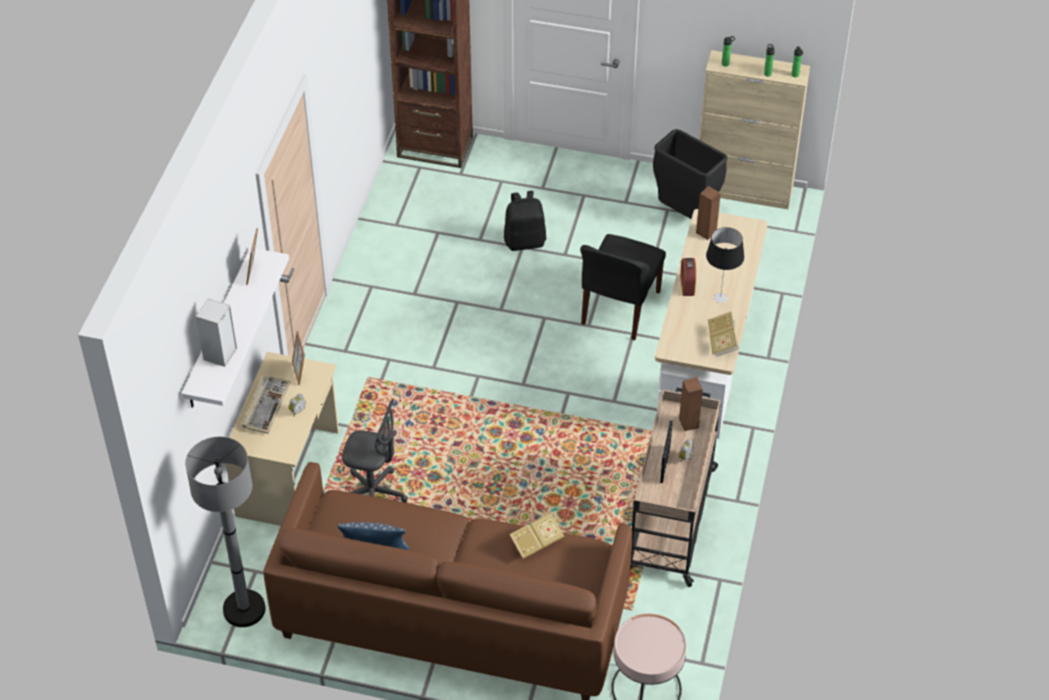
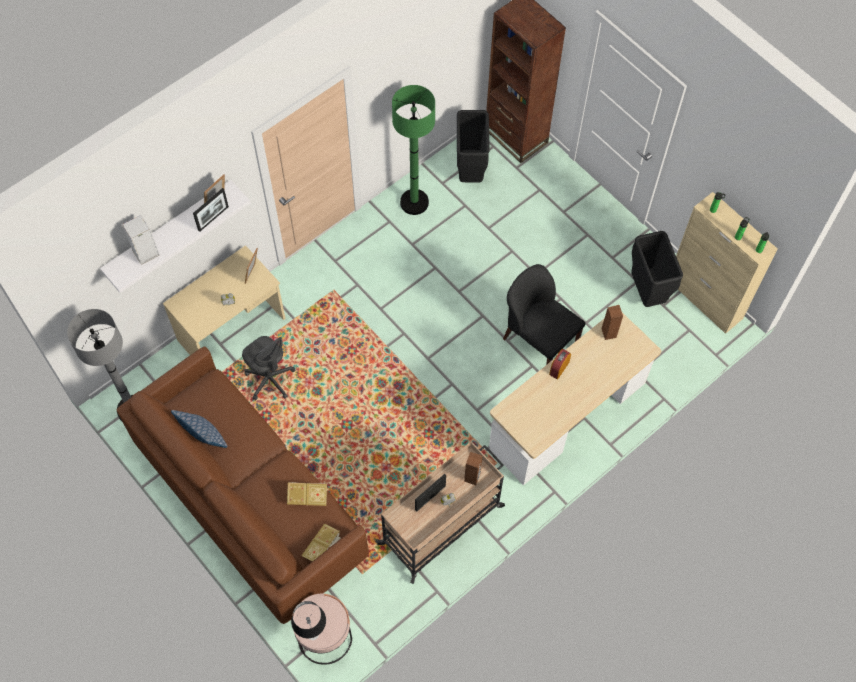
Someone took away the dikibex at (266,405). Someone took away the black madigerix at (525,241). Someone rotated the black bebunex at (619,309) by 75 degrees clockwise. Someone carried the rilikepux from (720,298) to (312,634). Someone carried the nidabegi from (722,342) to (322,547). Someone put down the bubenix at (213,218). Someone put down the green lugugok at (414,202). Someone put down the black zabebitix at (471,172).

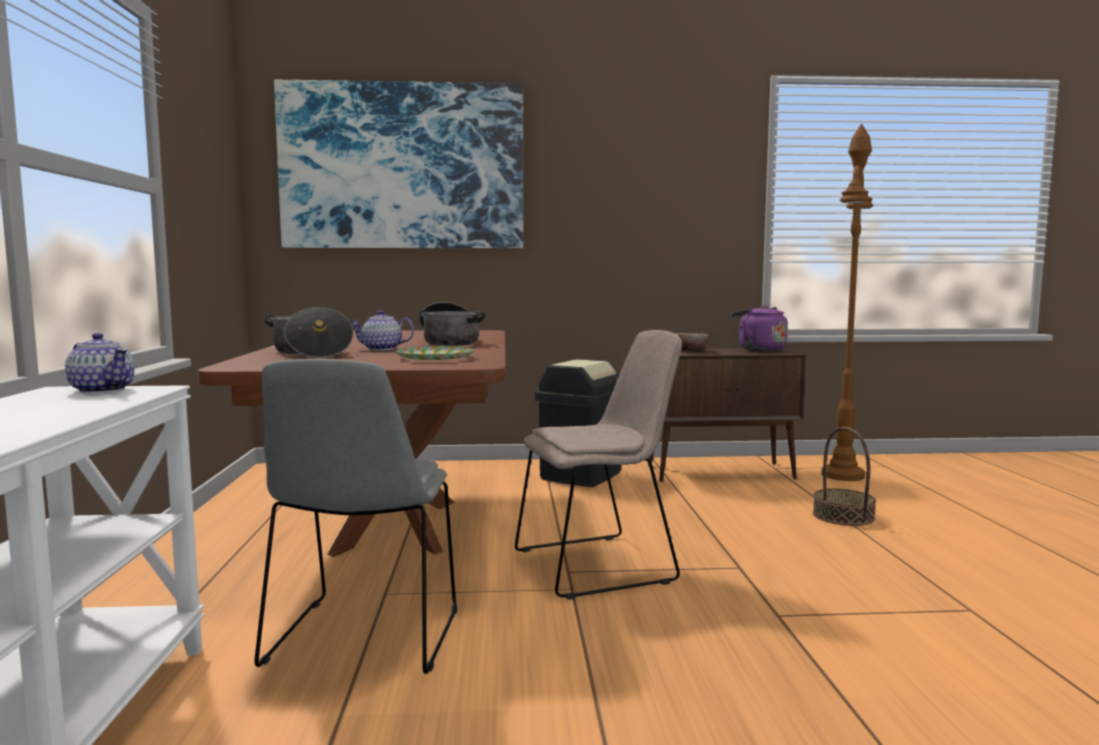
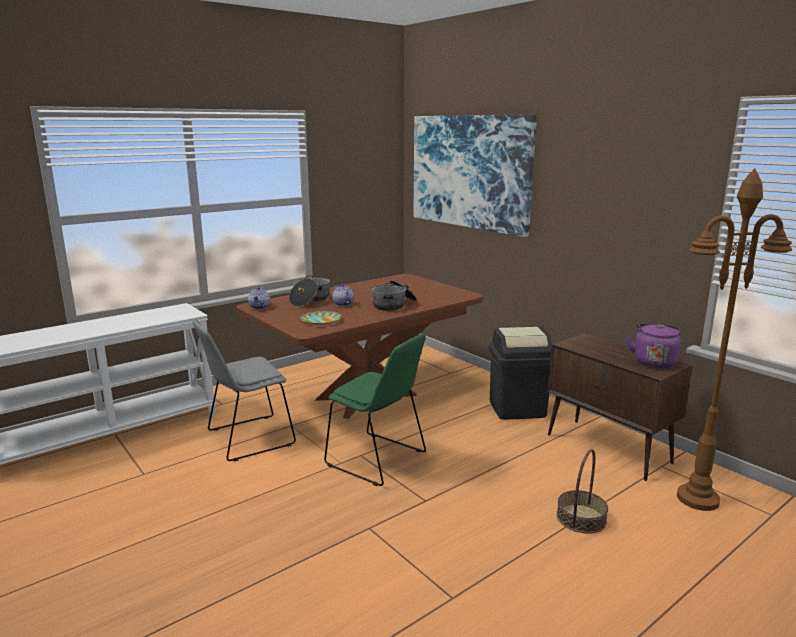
Someone carried the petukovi from (102,390) to (260,307). Someone repainted the beige bebunex at (599,565), which became the green bebunex at (378,460). Someone took away the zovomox at (689,351).

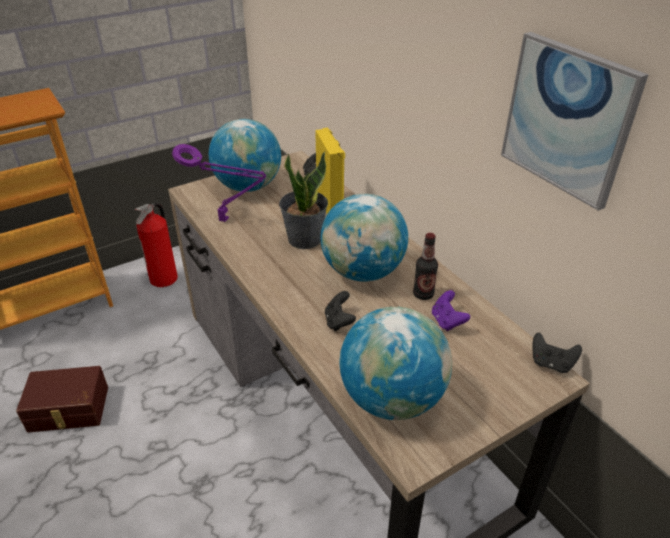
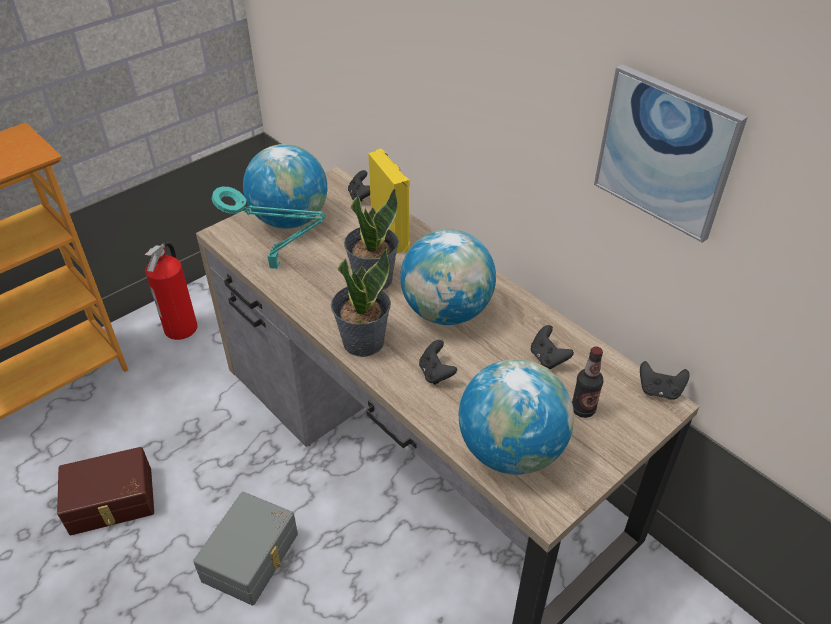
Someone repainted the purple rilikepux at (227,220), which became the turquoise rilikepux at (278,266). Someone carried the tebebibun from (423,294) to (583,409). Someone repainted the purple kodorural at (447,321), which became the black kodorural at (548,358). Someone put down the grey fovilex at (252,557). Someone put down the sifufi at (362,341).

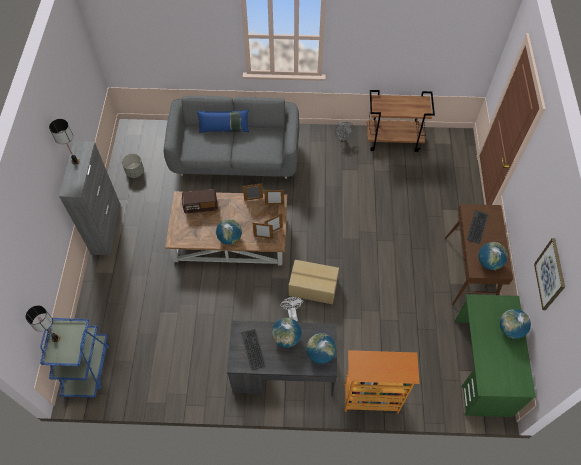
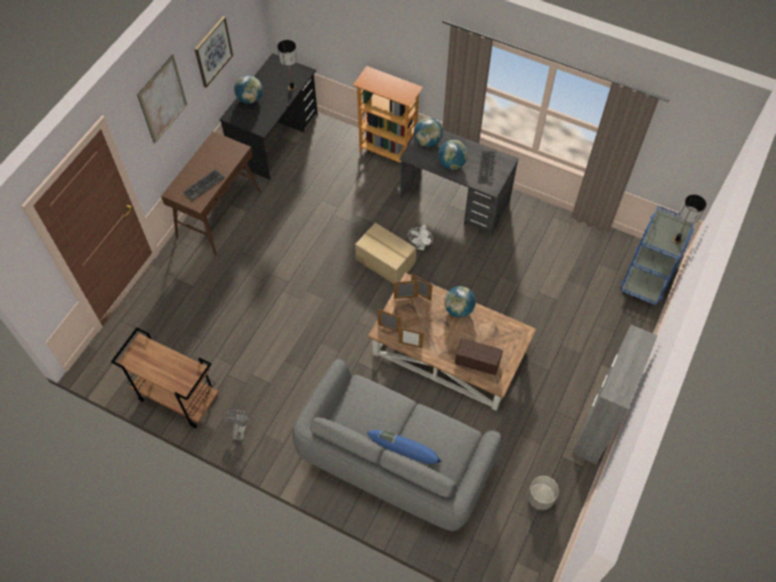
Someone carried the rilikepux from (75,161) to (292,87). Someone repainted the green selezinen at (481,367), which became the black selezinen at (275,138). Someone took away the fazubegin at (489,262). Someone put up the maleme at (162,99).

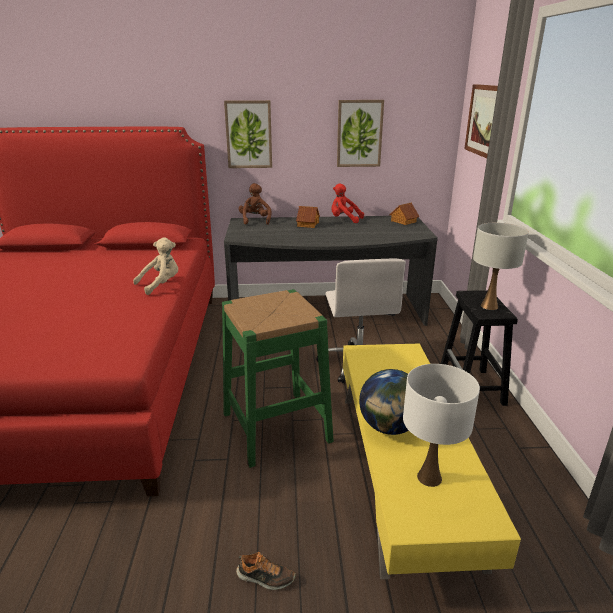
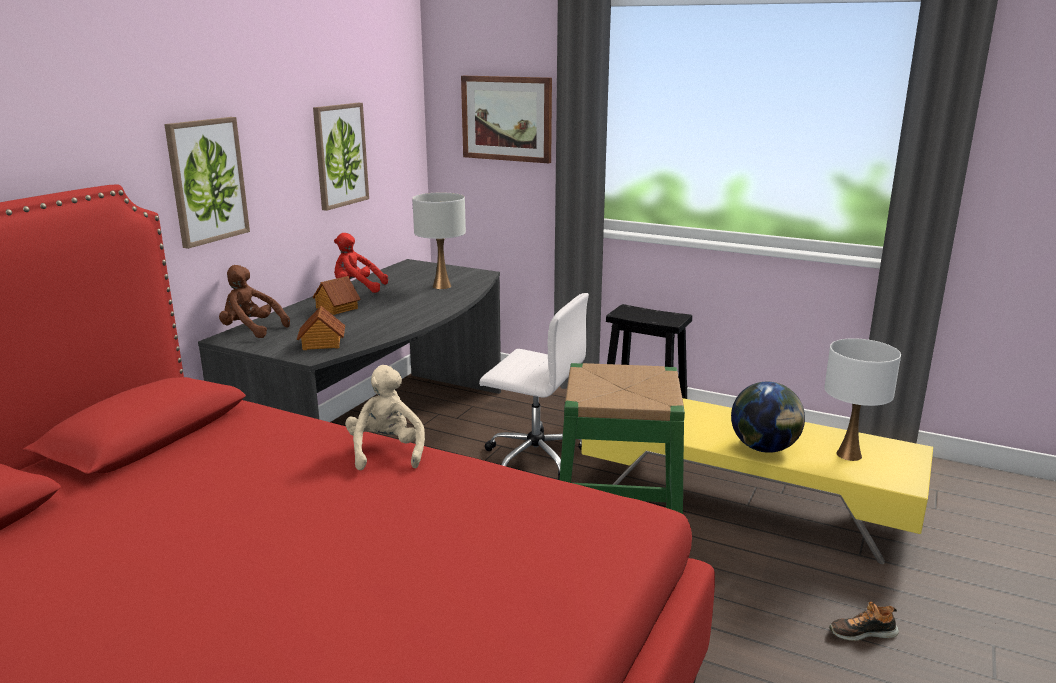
Someone rotated the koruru at (265,577) by 135 degrees counterclockwise. Someone rotated the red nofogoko at (344,220) by 45 degrees clockwise. Someone carried the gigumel from (403,221) to (322,343). Someone carried the white rilikepux from (489,306) to (442,286).

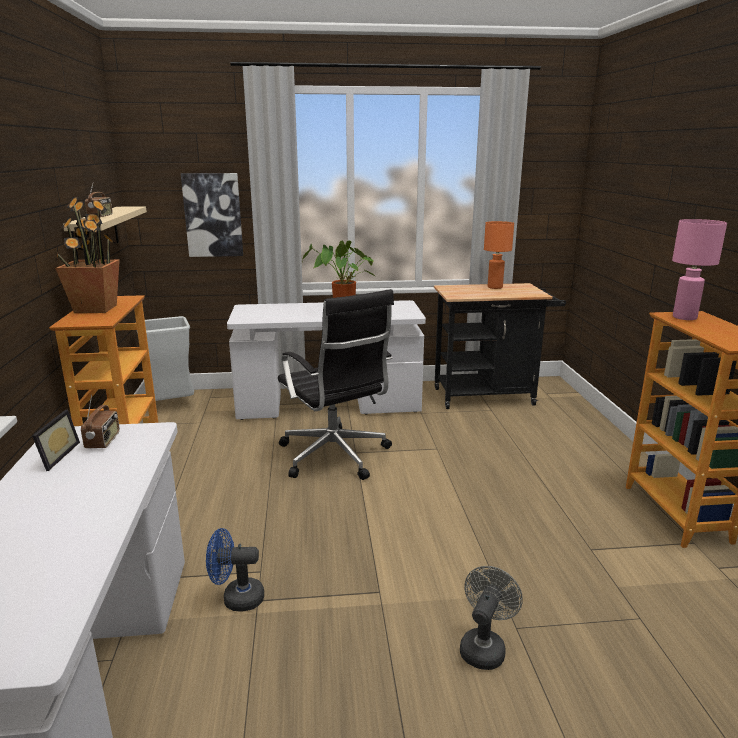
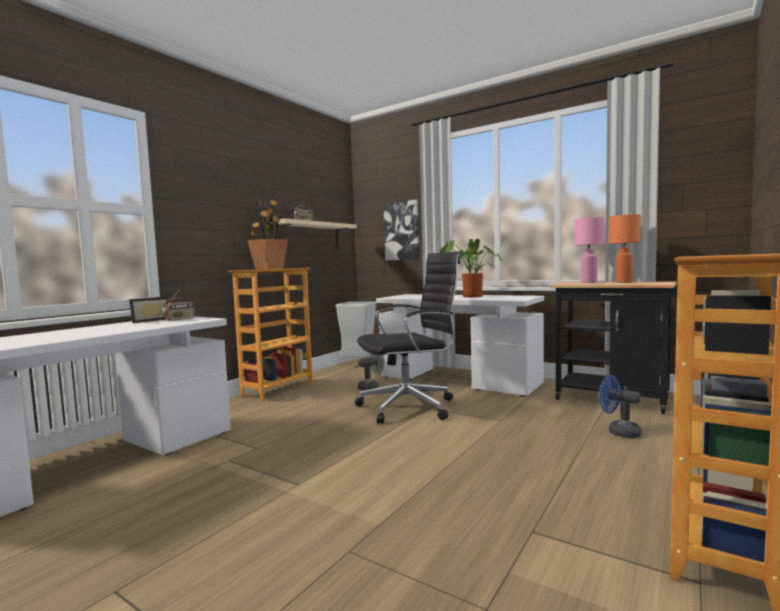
Someone carried the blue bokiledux from (236,598) to (618,432). Someone rotated the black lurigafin at (335,456) by 120 degrees counterclockwise. Someone carried the grey bokiledux from (484,647) to (371,387). Someone carried the pink rilikepux from (685,317) to (588,282).

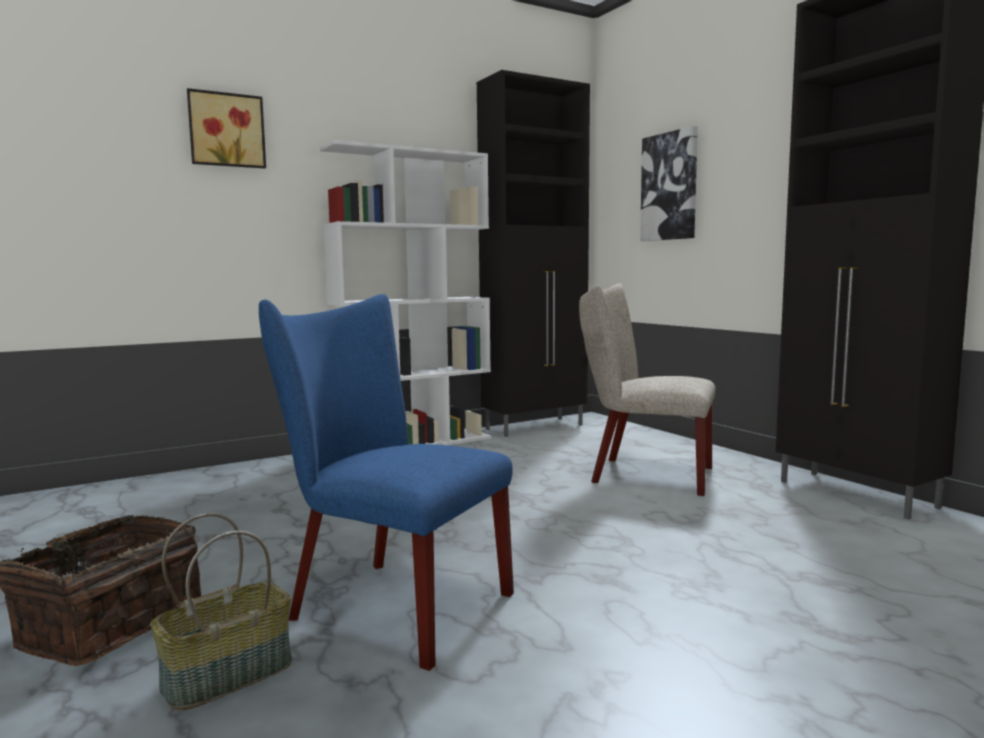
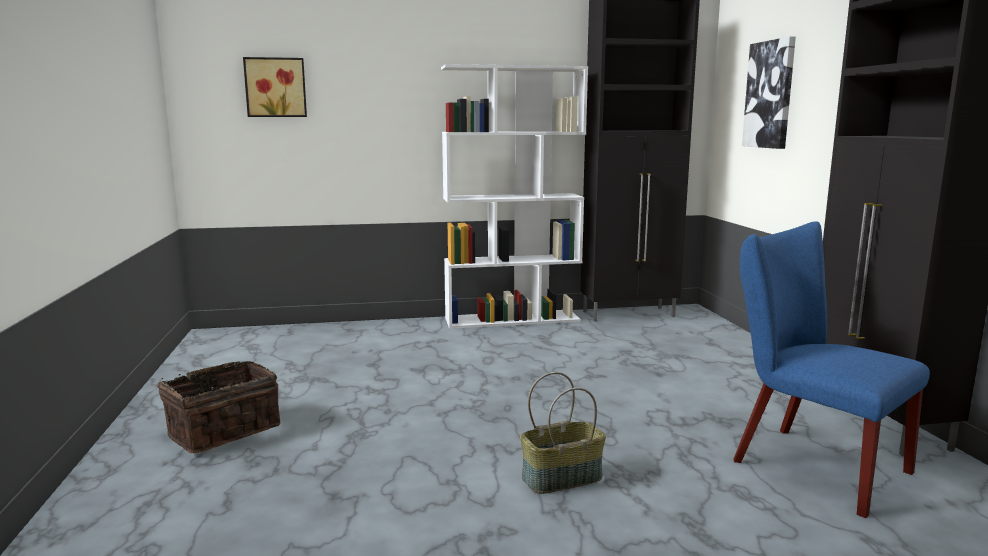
Someone carried the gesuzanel from (228,674) to (562,477). Someone carried the maleme from (226,130) to (276,87). Someone carried the blue bebunex from (389,604) to (808,463). Someone took away the beige bebunex at (644,474).

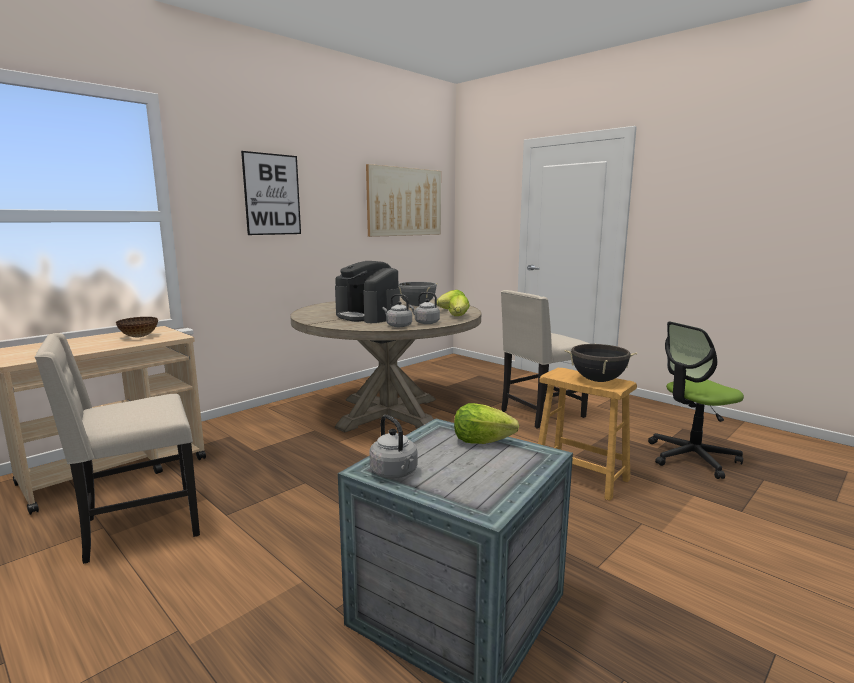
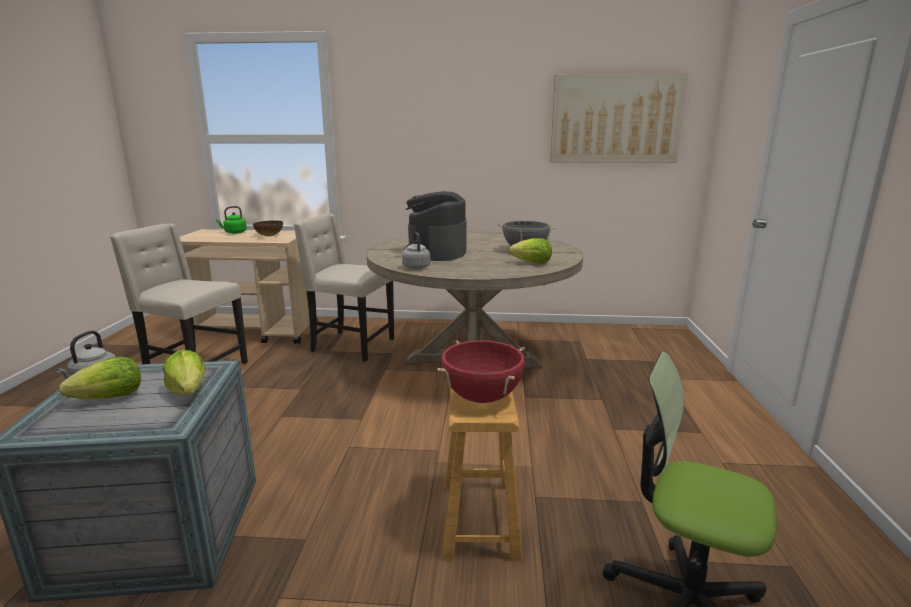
Someone took away the maleme at (272,194). Someone took away the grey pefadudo at (425,323). Someone carried the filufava from (458,316) to (110,398). Someone carried the beige bebunex from (540,414) to (351,346). Someone repainted the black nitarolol at (598,380), which became the red nitarolol at (482,398). Someone put down the green pefadudo at (234,232).

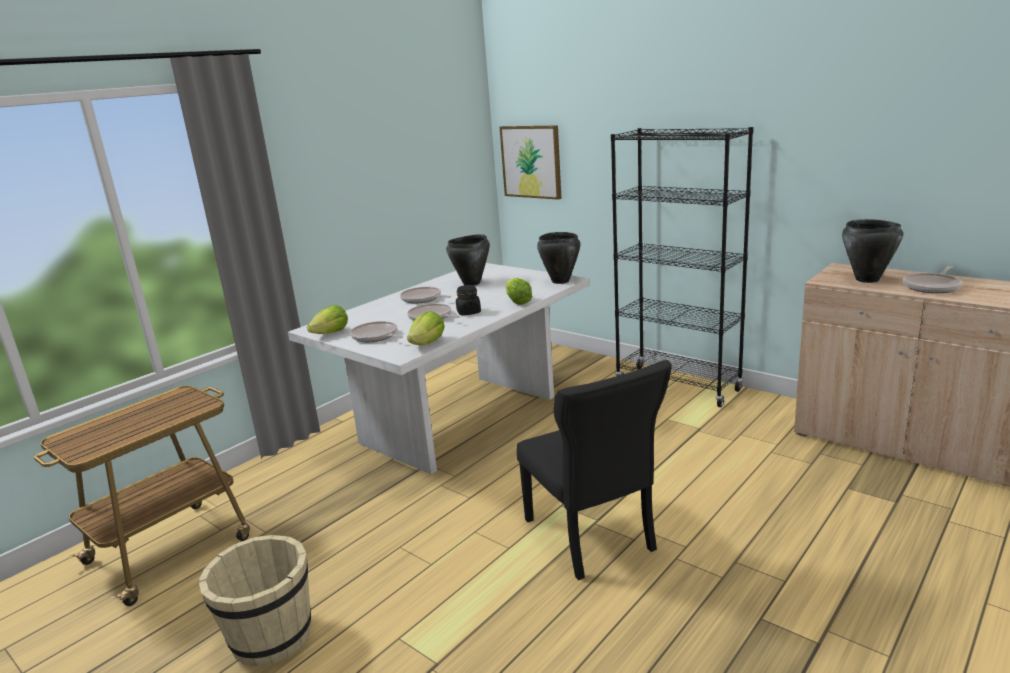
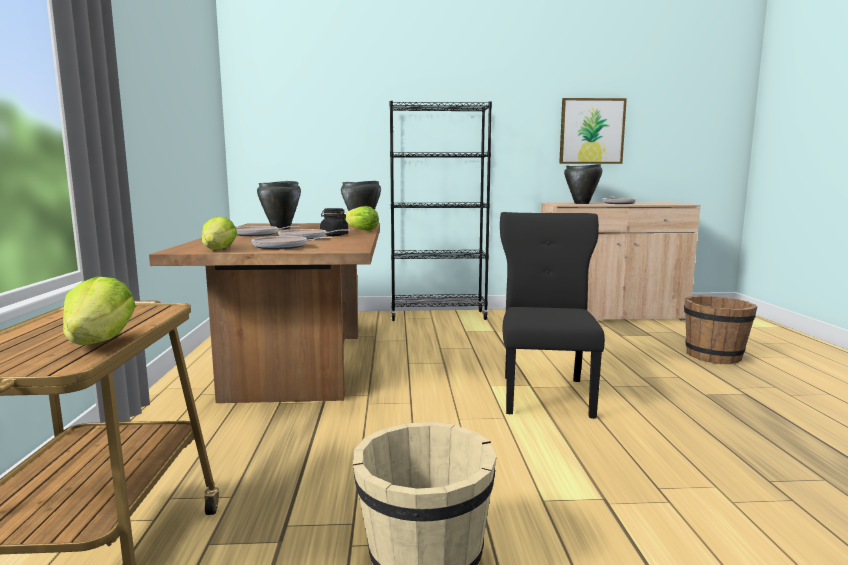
Someone repainted the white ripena at (461,420), which became the brown ripena at (300,364). Someone carried the filufava from (428,343) to (101,341). Someone carried the maleme from (531,162) to (591,131). Someone rotated the black bebunex at (591,538) by 105 degrees counterclockwise. Someone put down the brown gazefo at (714,356).

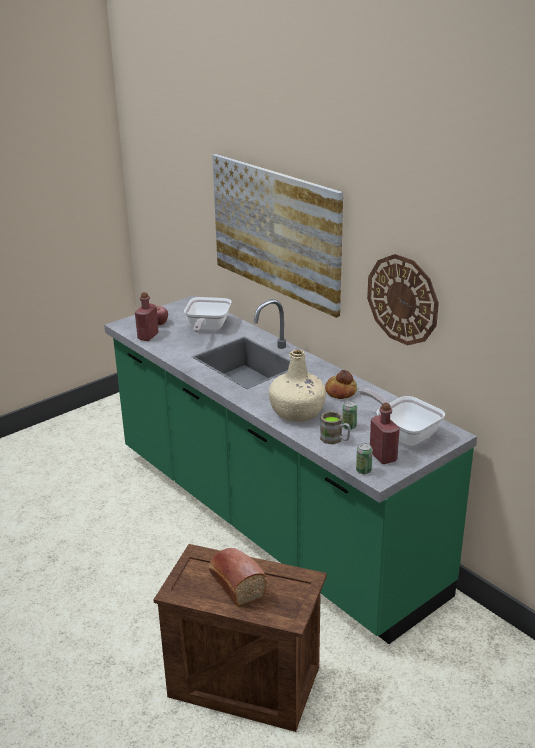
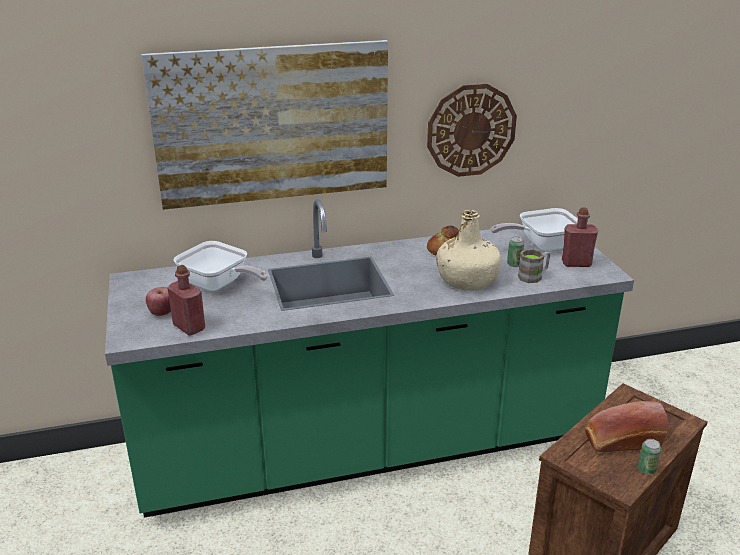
Someone carried the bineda from (363,471) to (646,470).

